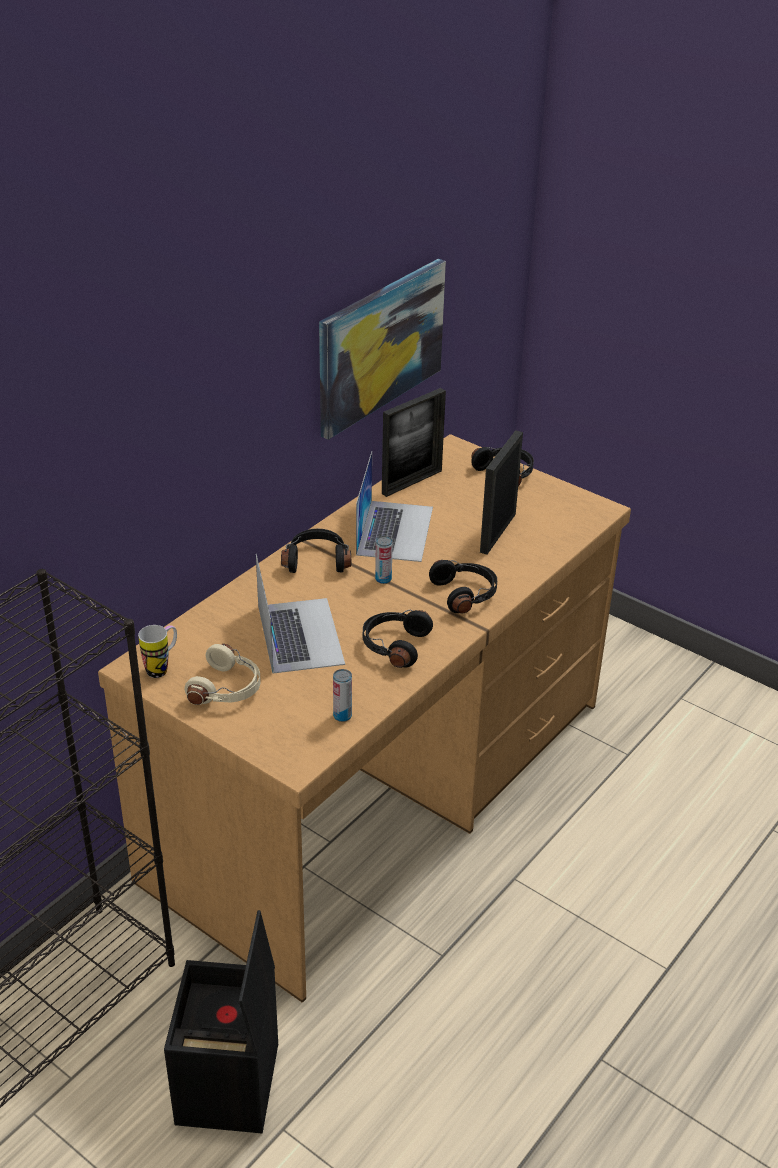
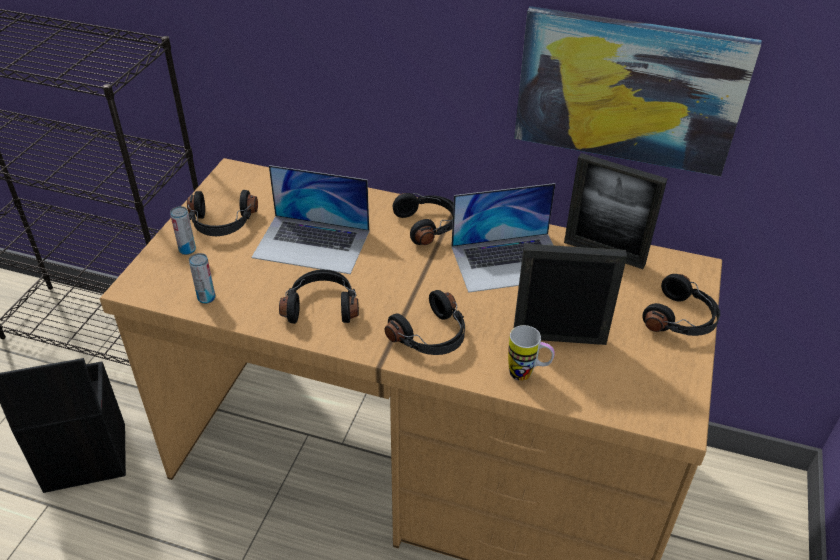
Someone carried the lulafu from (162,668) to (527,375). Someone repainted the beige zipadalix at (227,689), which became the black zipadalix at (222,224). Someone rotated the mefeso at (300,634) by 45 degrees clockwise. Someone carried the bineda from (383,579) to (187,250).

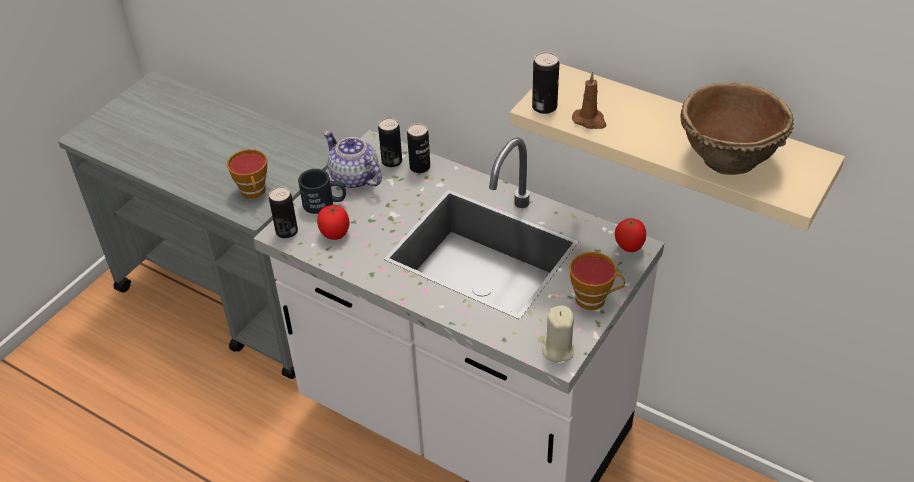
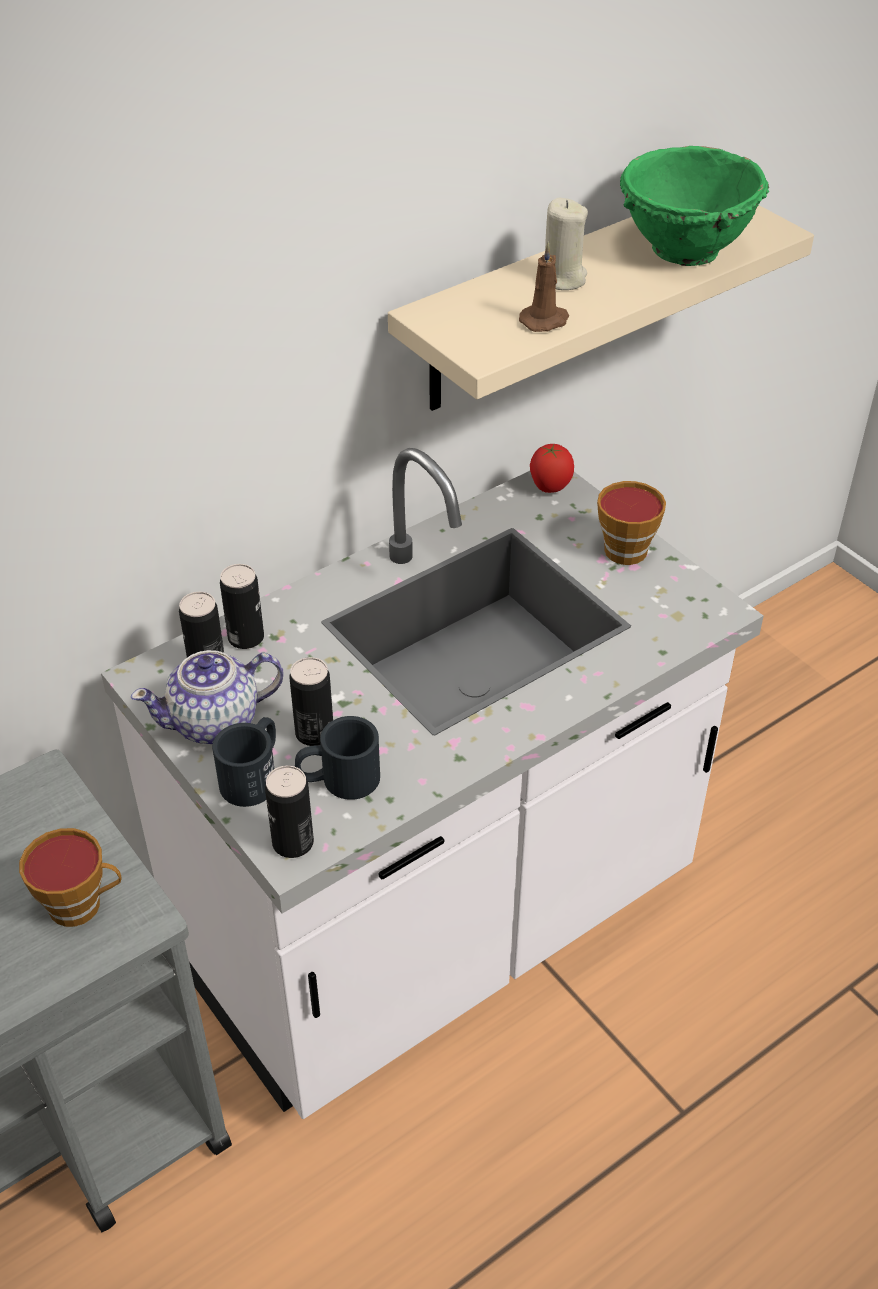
Someone swapped the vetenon at (335,234) for the black lulafu at (338,780). Someone carried the bineda from (544,107) to (314,733). Someone carried the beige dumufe from (557,349) to (561,279). Someone repainted the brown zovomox at (727,159), which became the green zovomox at (684,251).

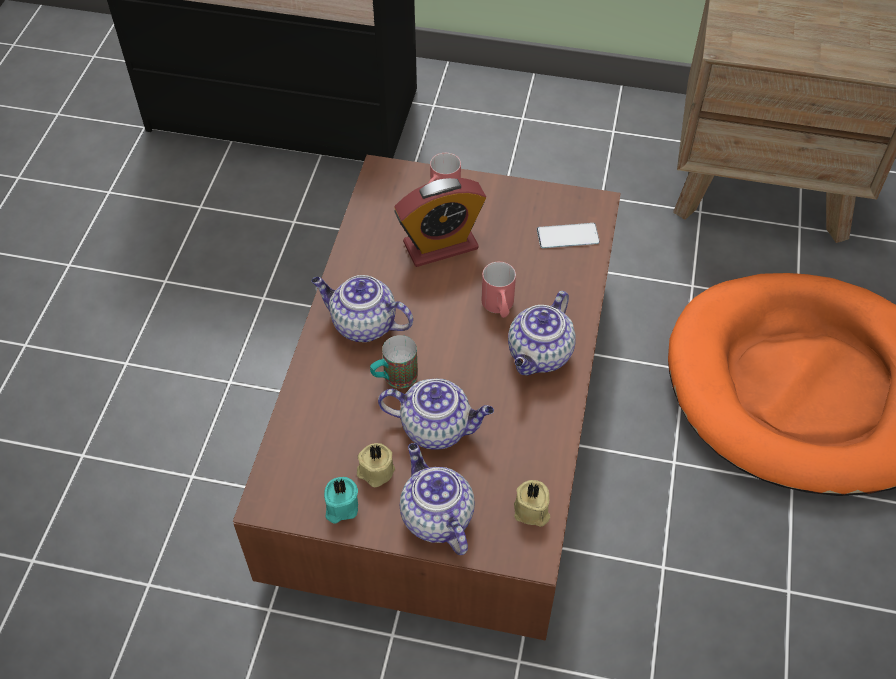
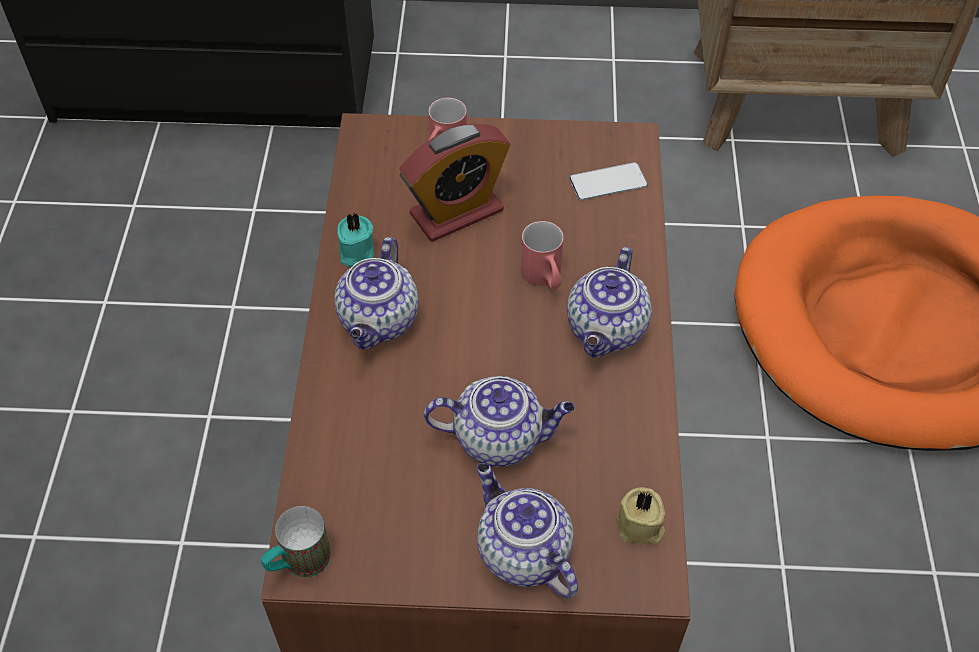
Someone rotated the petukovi at (362,324) by 90 degrees counterclockwise. Someone carried the turquoise dumufe from (340,507) to (355,252). Someone took away the beige dumufe at (375,471). Someone carried the lulafu from (394,378) to (298,563).

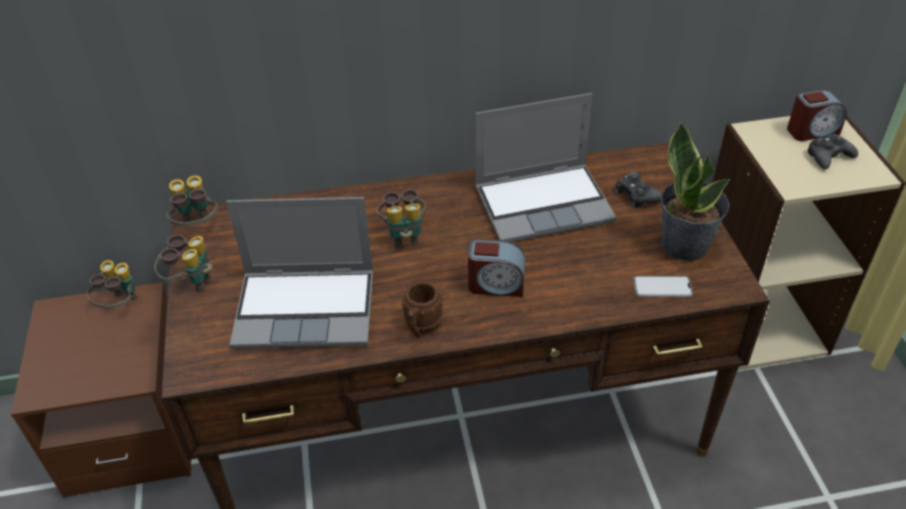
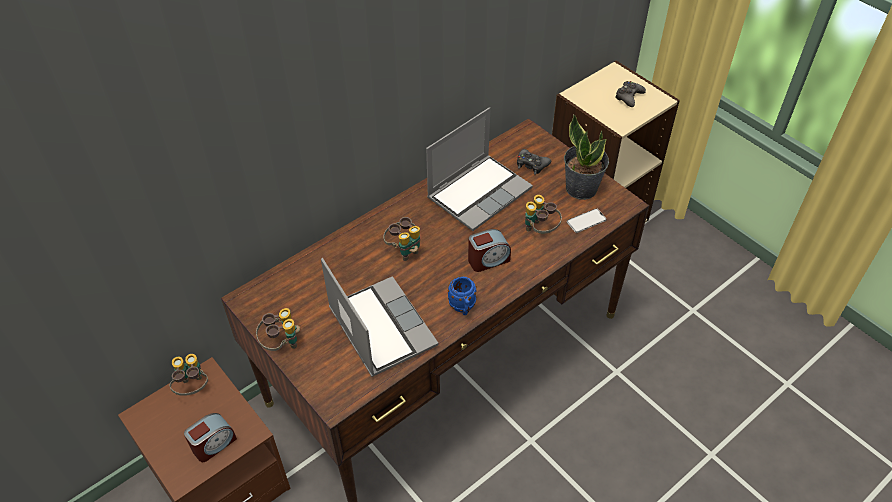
Someone carried the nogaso from (197,226) to (540,230). Someone rotated the mefeso at (307,308) by 90 degrees counterclockwise. Someone repainted the brown lulafu at (421,327), which became the blue lulafu at (463,308). Someone carried the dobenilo from (812,131) to (213,444).

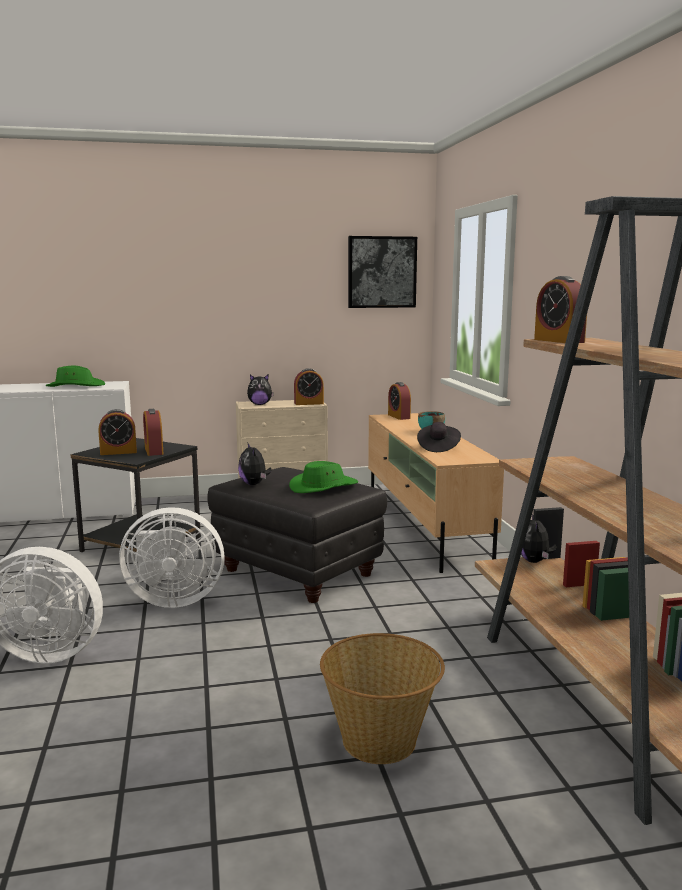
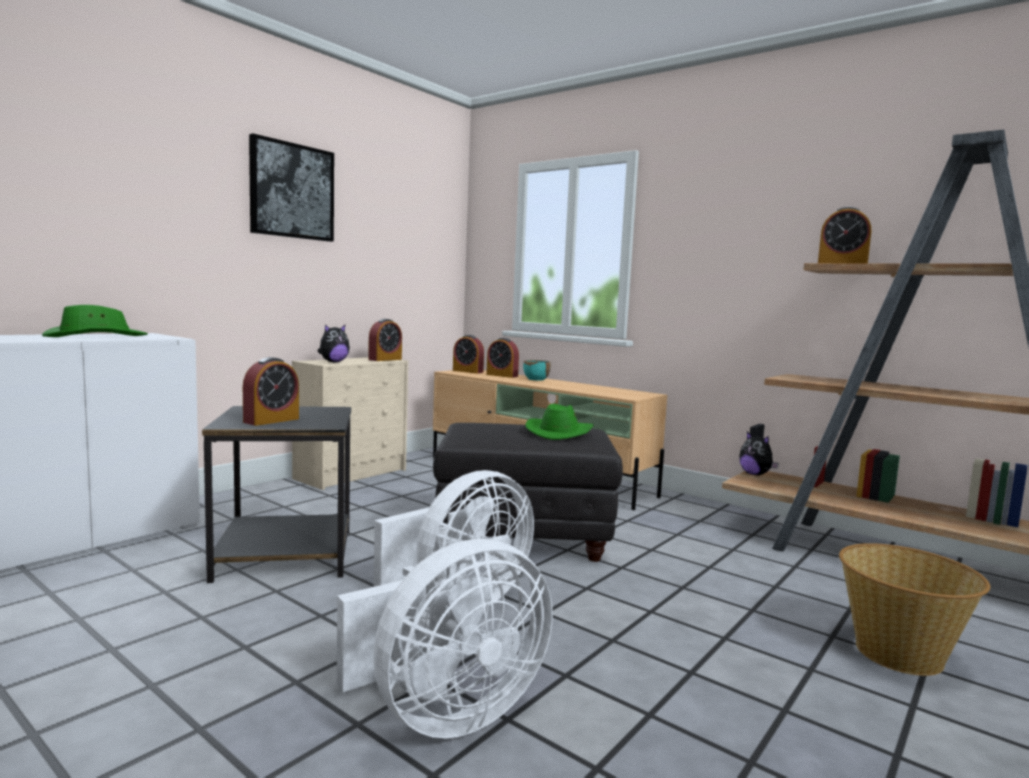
Someone carried the dobenilo from (154,451) to (502,375). Someone took away the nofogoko at (254,484). Someone carried the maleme from (381,272) to (292,191). Someone took away the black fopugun at (438,448).

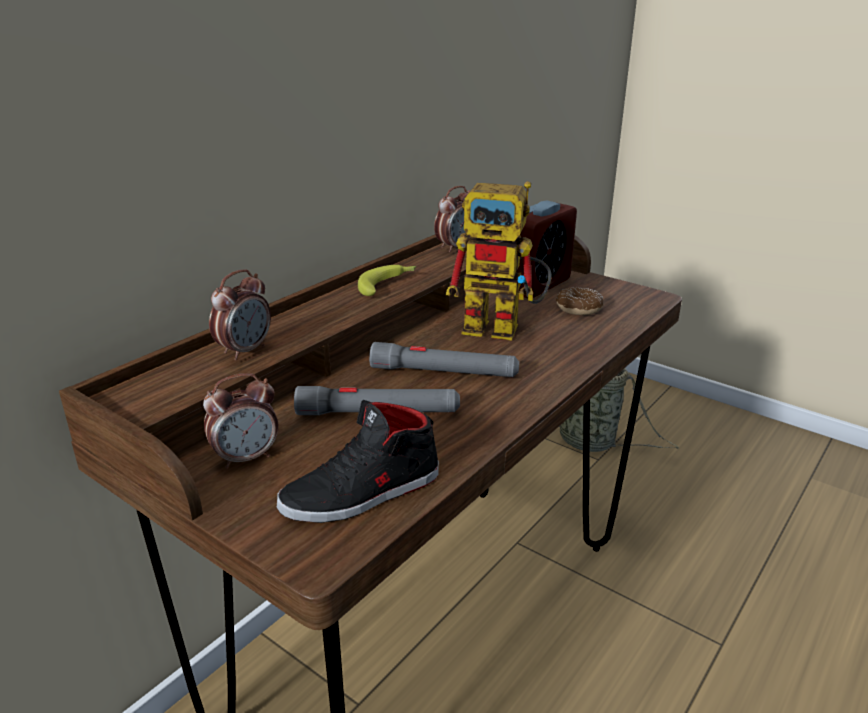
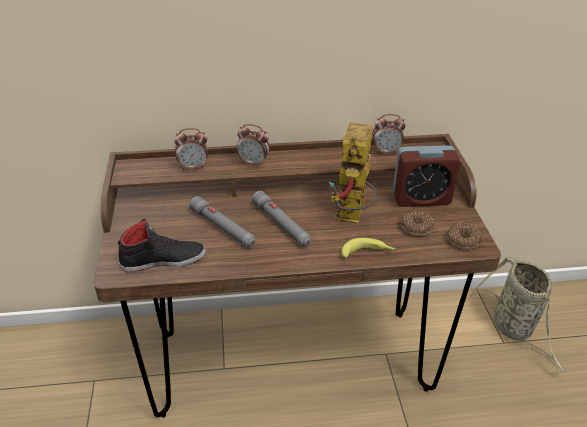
Someone carried the dobenilo from (246,458) to (253,163). Someone rotated the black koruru at (362,493) by 150 degrees clockwise. Someone carried the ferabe from (388,285) to (367,253). Someone rotated the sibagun at (504,328) by 45 degrees clockwise. Someone put down the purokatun at (463,240).

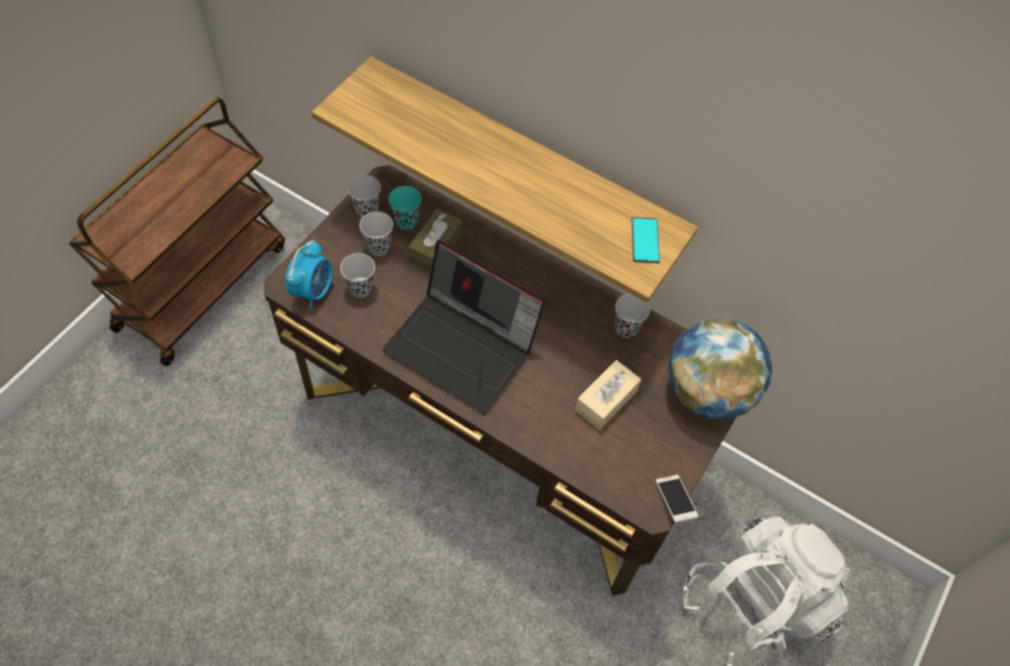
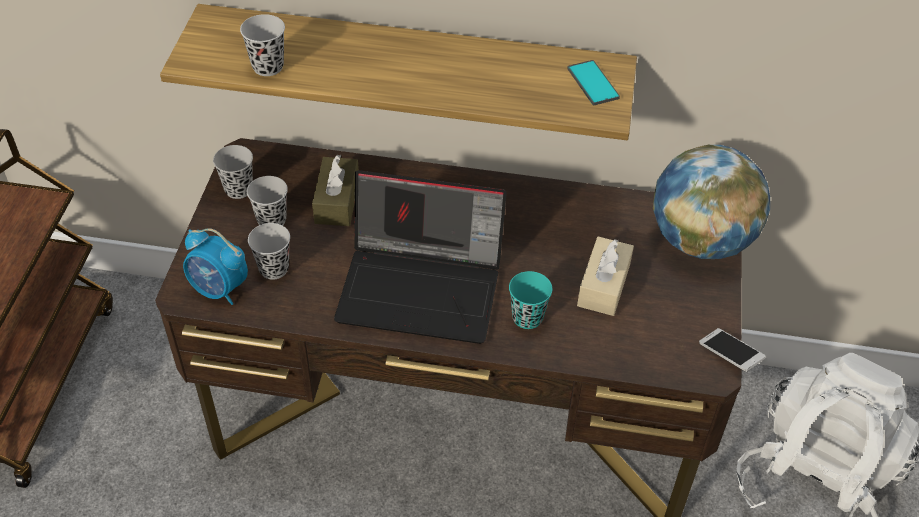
Someone rotated the dobenilo at (313,290) by 120 degrees clockwise. Someone carried the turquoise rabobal from (406,221) to (527,317). Someone carried the black rabobal from (626,328) to (268,66).

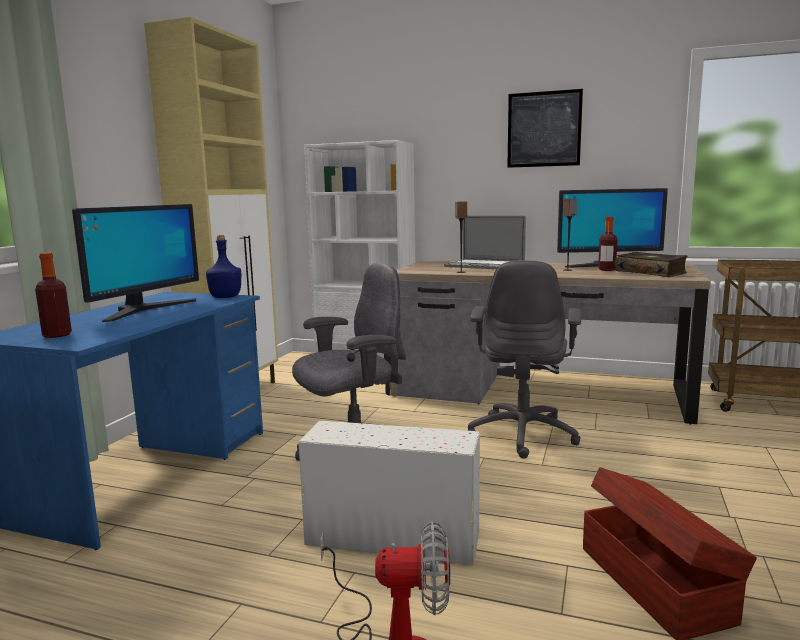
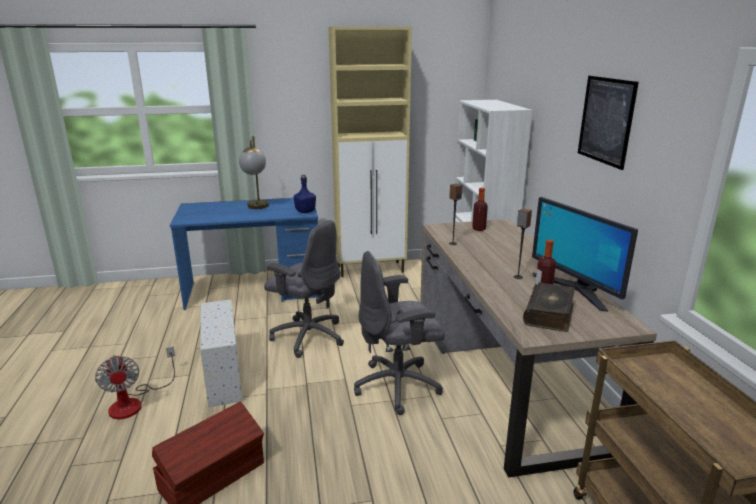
Someone carried the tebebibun from (57,335) to (479,229). Someone swapped the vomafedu at (144,310) for the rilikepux at (257,208). Someone took away the mefeso at (484,265).

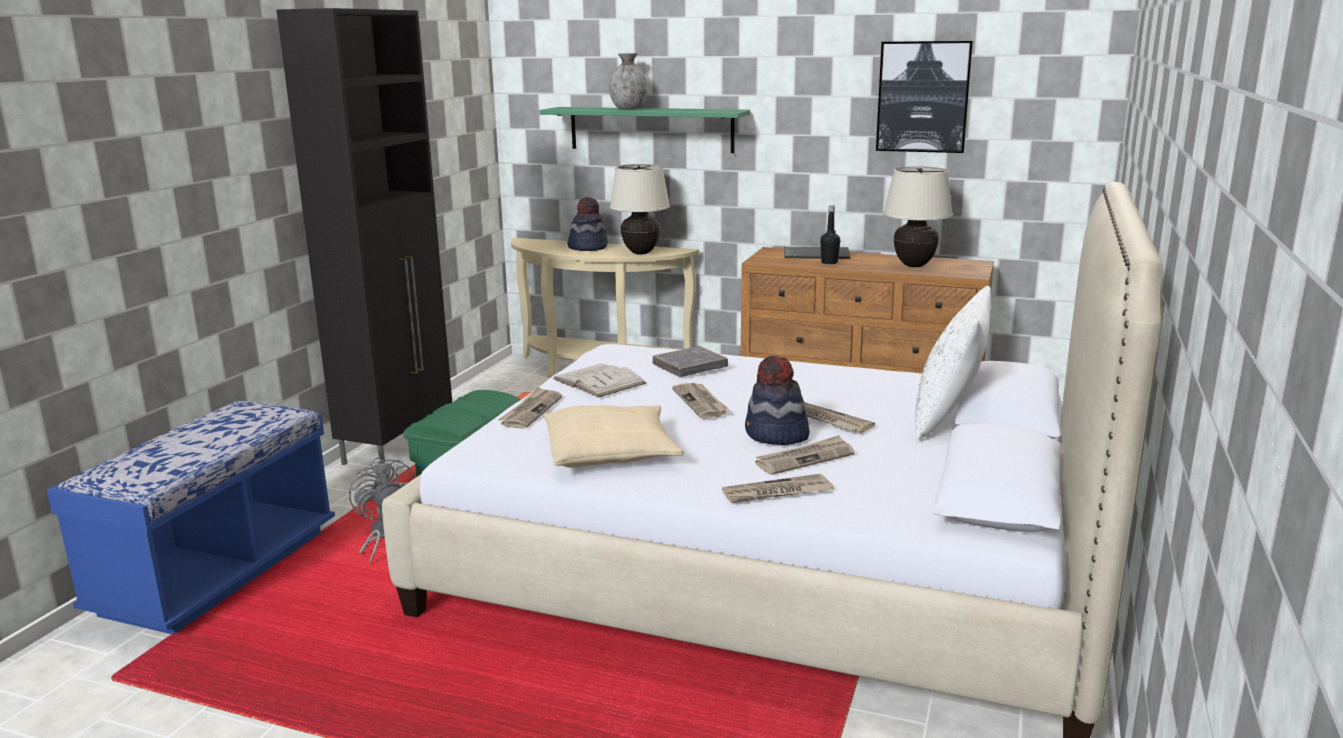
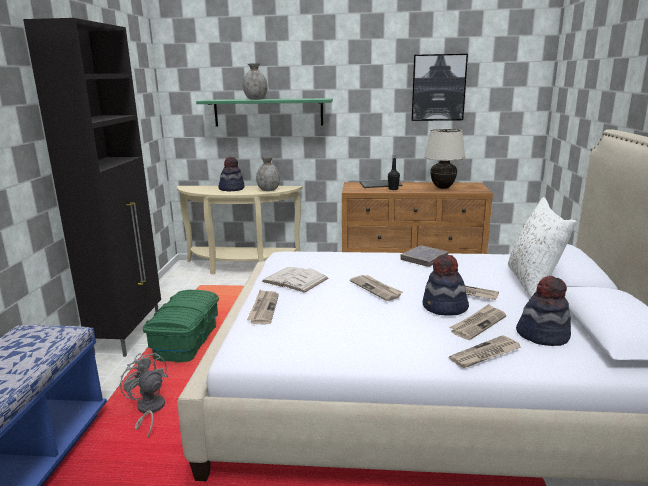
Someone took away the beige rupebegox at (611,451). Someone swapped the beige rilikepux at (641,253) for the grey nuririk at (268,190). Someone carried the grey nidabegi from (690,366) to (424,259). Someone put down the fopugun at (542,335).

